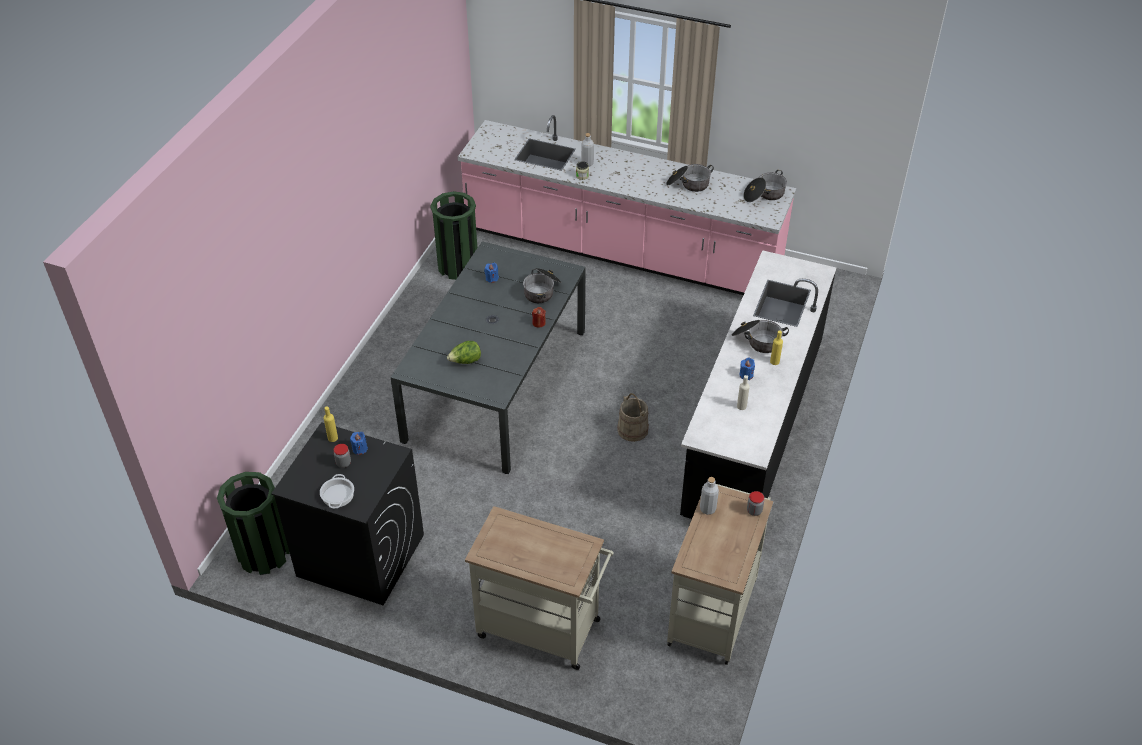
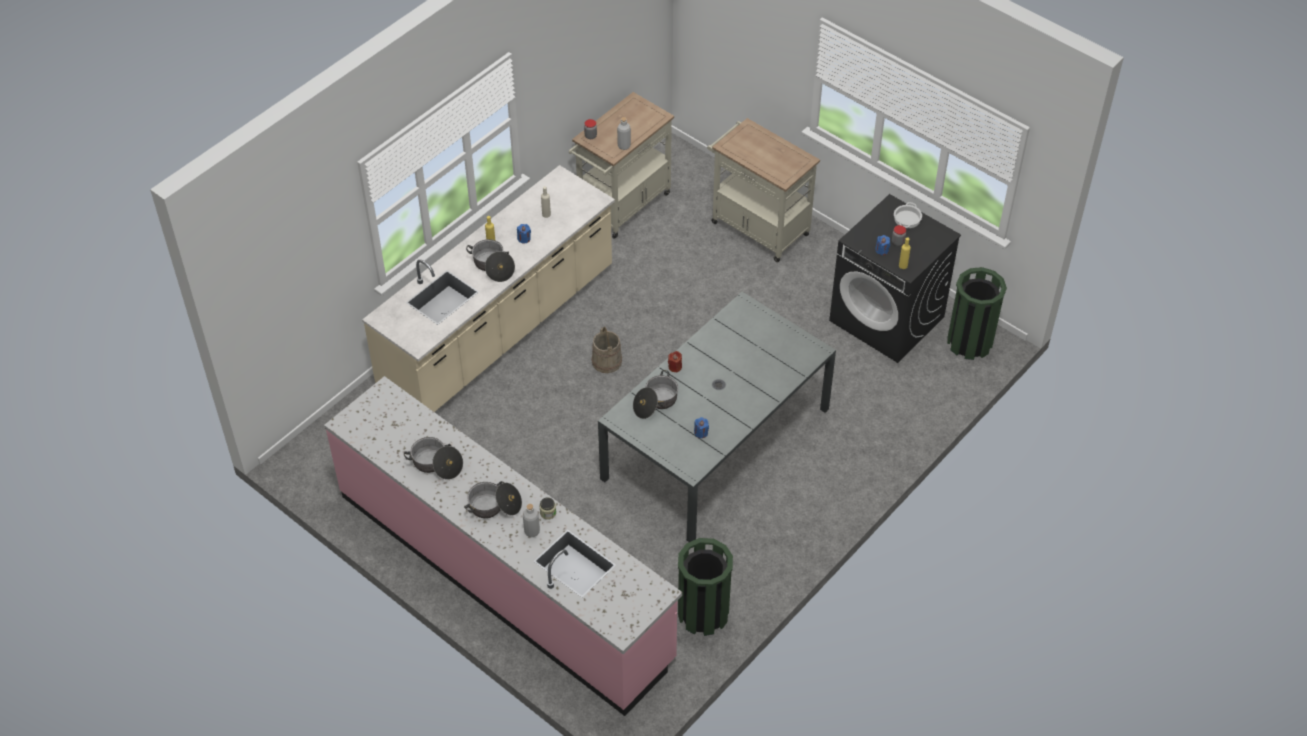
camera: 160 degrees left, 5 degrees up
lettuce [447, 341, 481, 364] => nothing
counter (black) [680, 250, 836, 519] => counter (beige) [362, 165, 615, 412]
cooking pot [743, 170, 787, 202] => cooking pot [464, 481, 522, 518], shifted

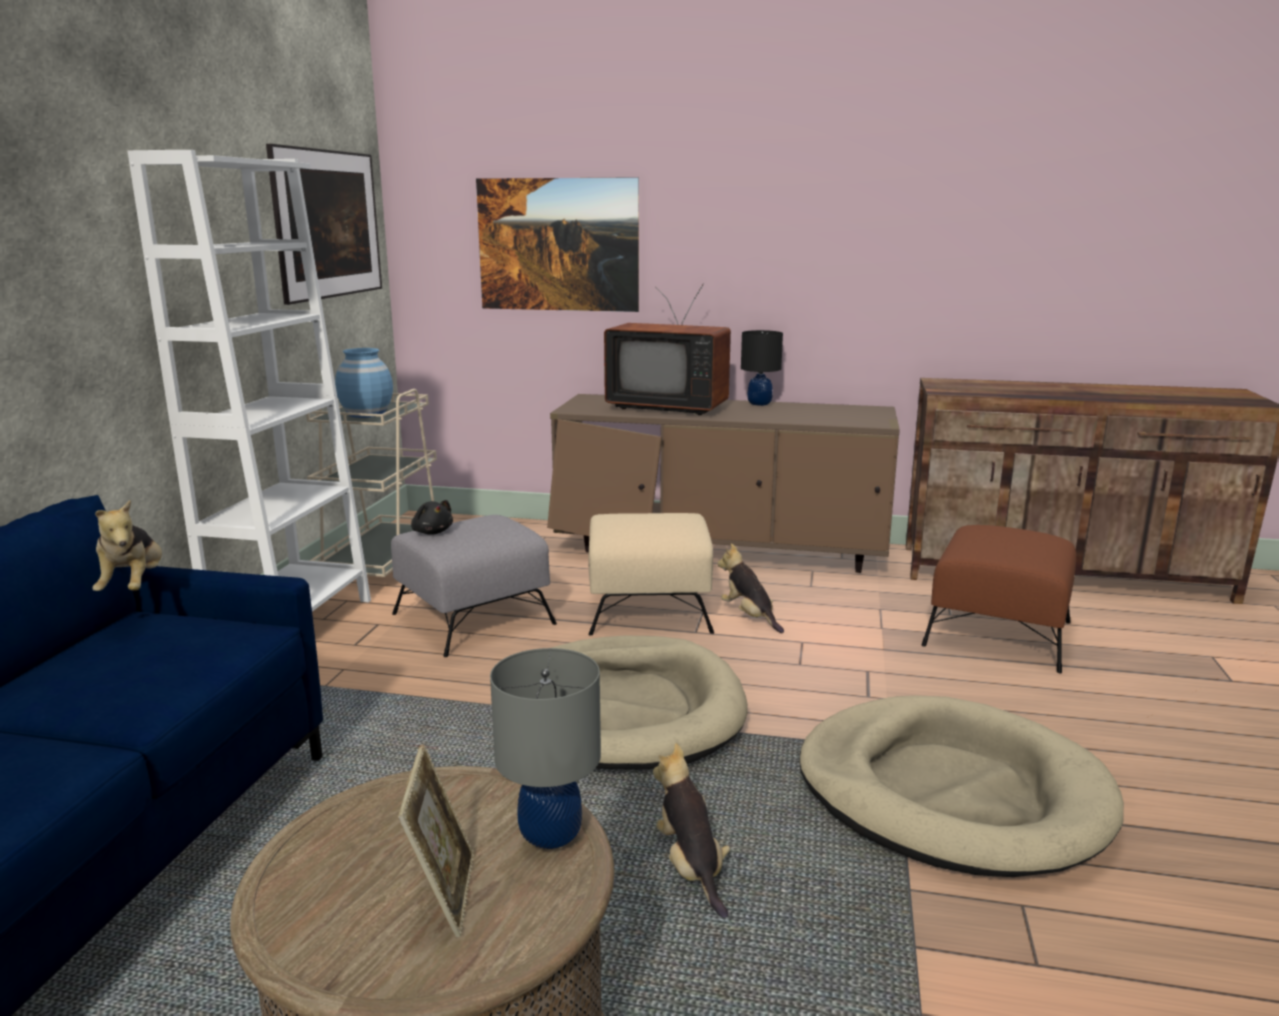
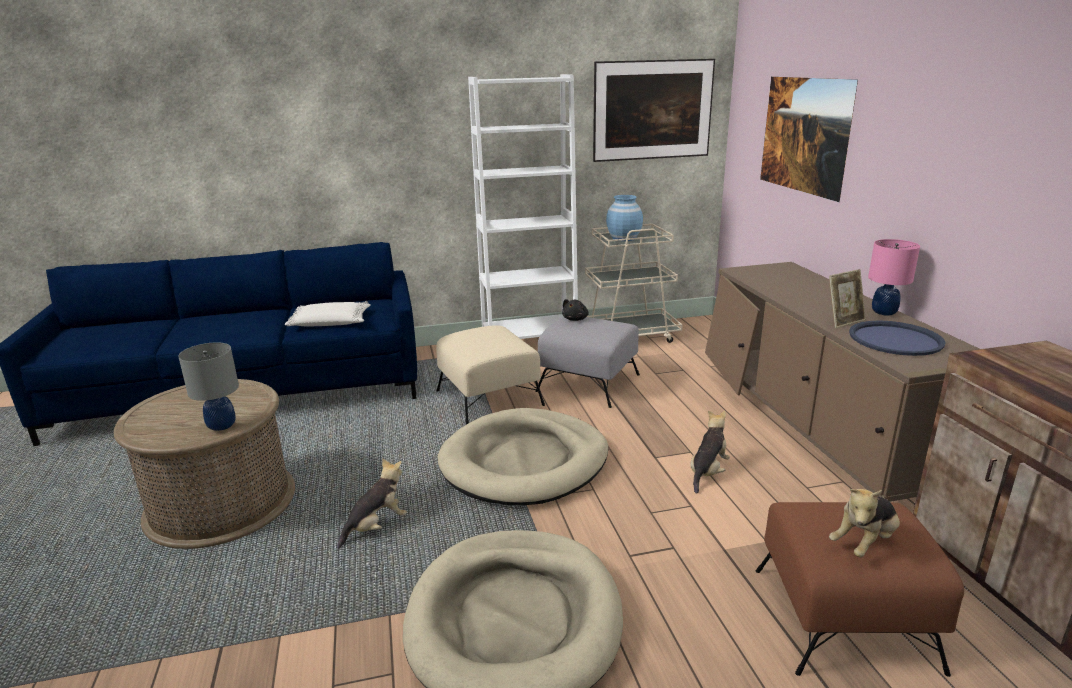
camera: 65 degrees right, 5 degrees up
plush toy [93, 500, 162, 591] => plush toy [829, 489, 900, 558], shifted
picture frame [398, 744, 474, 938] => picture frame [829, 269, 866, 328], shifted
ottoman (beige) [588, 513, 714, 636] => ottoman (beige) [436, 325, 545, 425], shifted
television [604, 283, 731, 415] => nothing
table lamp (black) [741, 330, 783, 406] => table lamp (pink) [868, 239, 920, 316]
nothing => pillow (white) [285, 301, 371, 326]
nothing => tray (blue) [849, 320, 946, 356]

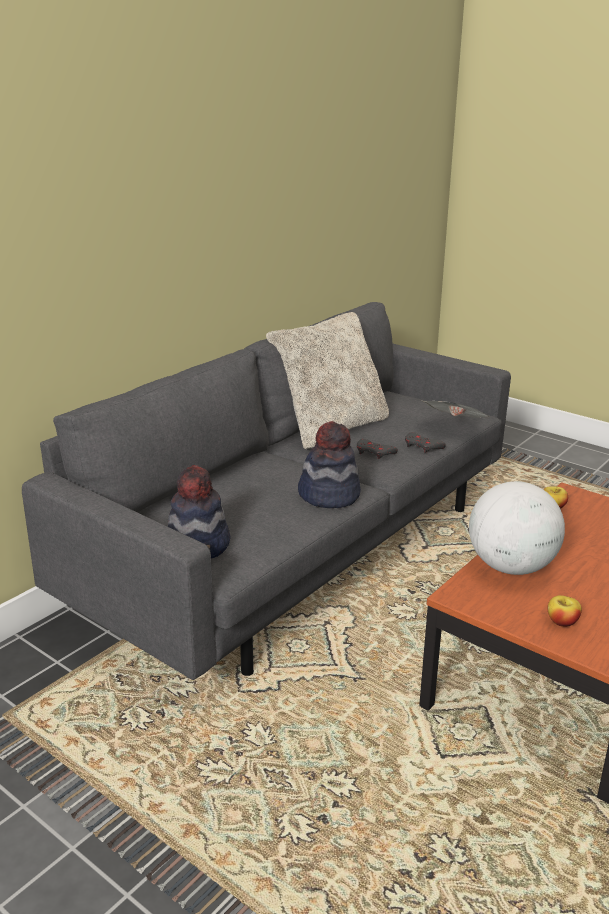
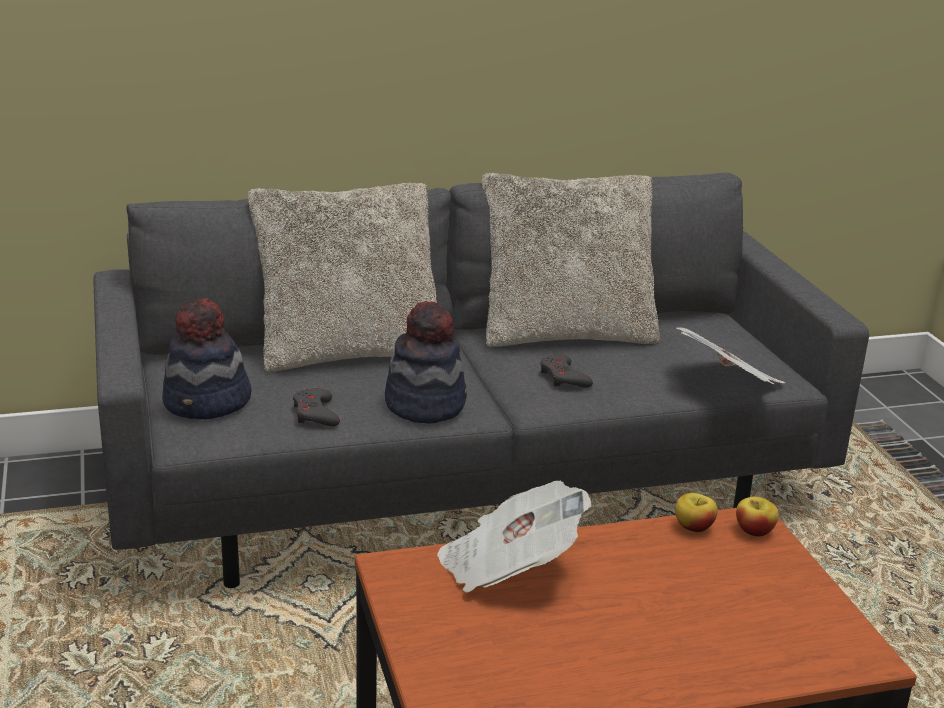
camera: 35 degrees right, 0 degrees up
game controller (grey) [405, 432, 446, 453] => game controller (grey) [293, 388, 340, 427], shifted
globe [469, 481, 565, 575] => newspaper [437, 480, 592, 593]
apple [548, 595, 582, 627] => apple [736, 497, 779, 537], shifted
nothing => pillow (beige) [248, 183, 437, 372]

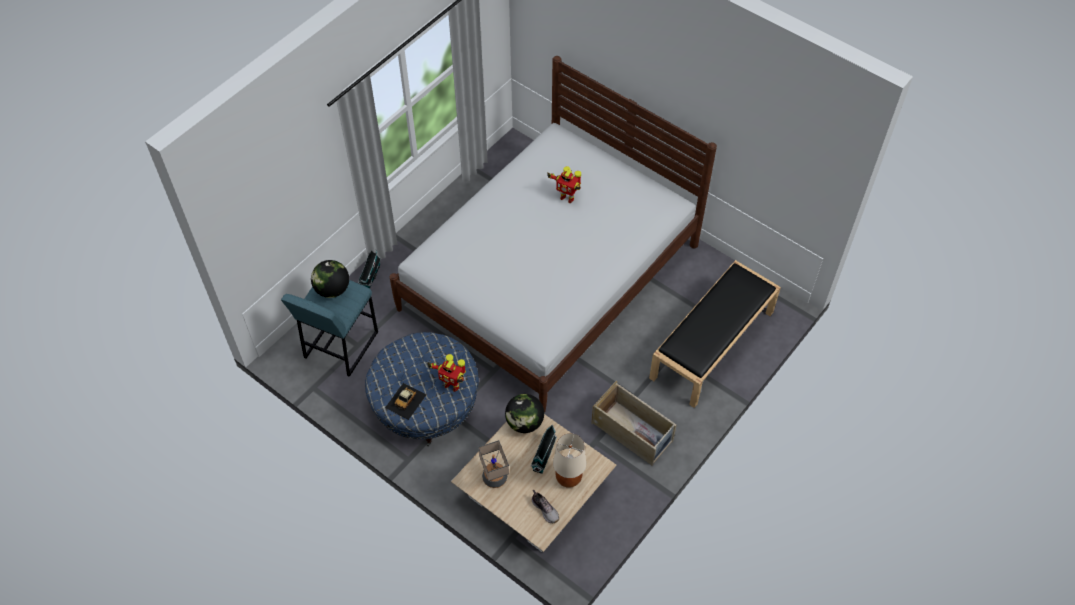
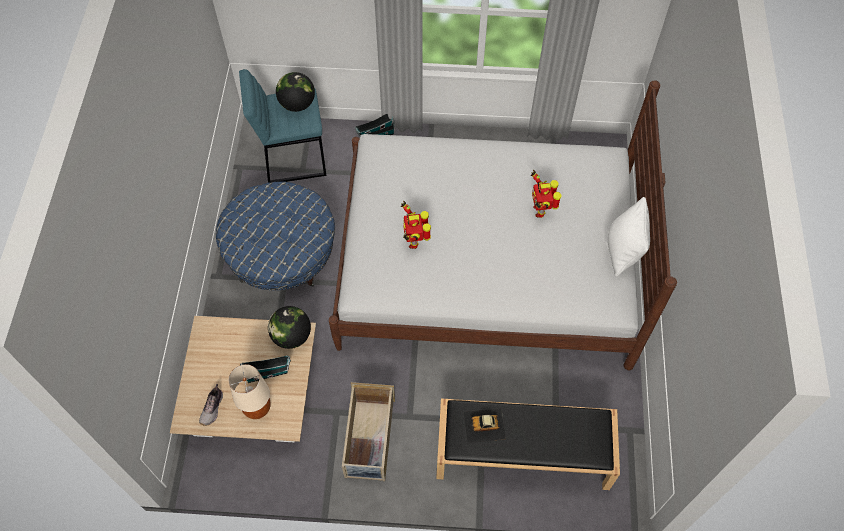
camera: 55 degrees right, 5 degrees up
toy car [385, 383, 426, 420] => toy car [464, 409, 506, 443], shifted
toy robot [427, 354, 466, 392] => toy robot [401, 201, 431, 249], shifted
table lamp [478, 440, 509, 488] => nothing
nothing => pillow (white) [608, 197, 650, 277]

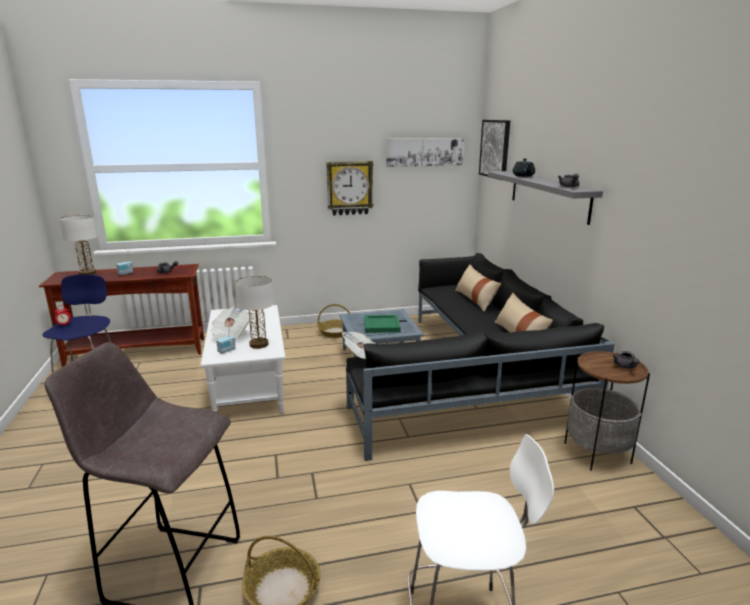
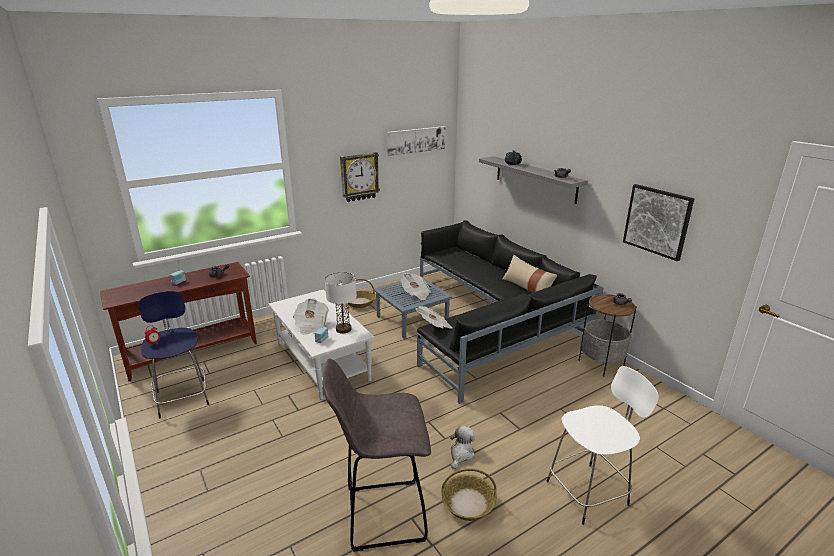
camera: 20 degrees left, 5 degrees up
table lamp [59, 215, 97, 275] => nothing
tray (green) [364, 315, 401, 333] => newspaper [400, 273, 431, 300]
pillow (beige) [455, 265, 502, 312] => nothing
picture [479, 120, 510, 180] => picture [623, 184, 694, 261], shifted
nothing => plush toy [450, 426, 475, 469]

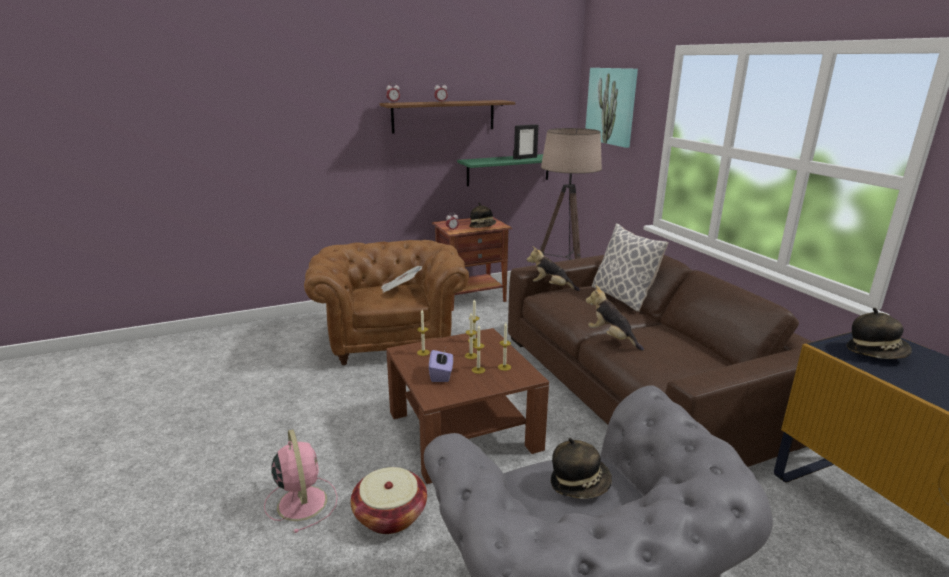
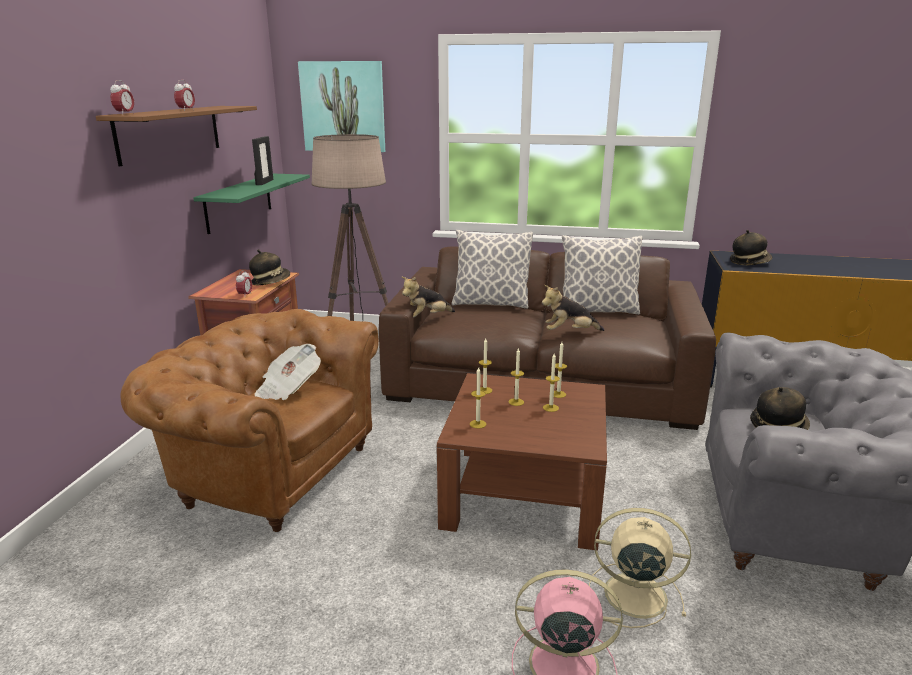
camera: 55 degrees left, 0 degrees up
basket [351, 467, 427, 534] => fan (beige) [589, 508, 691, 628]
tissue box (purple) [429, 350, 453, 382] => nothing
nothing => pillow [562, 235, 642, 315]

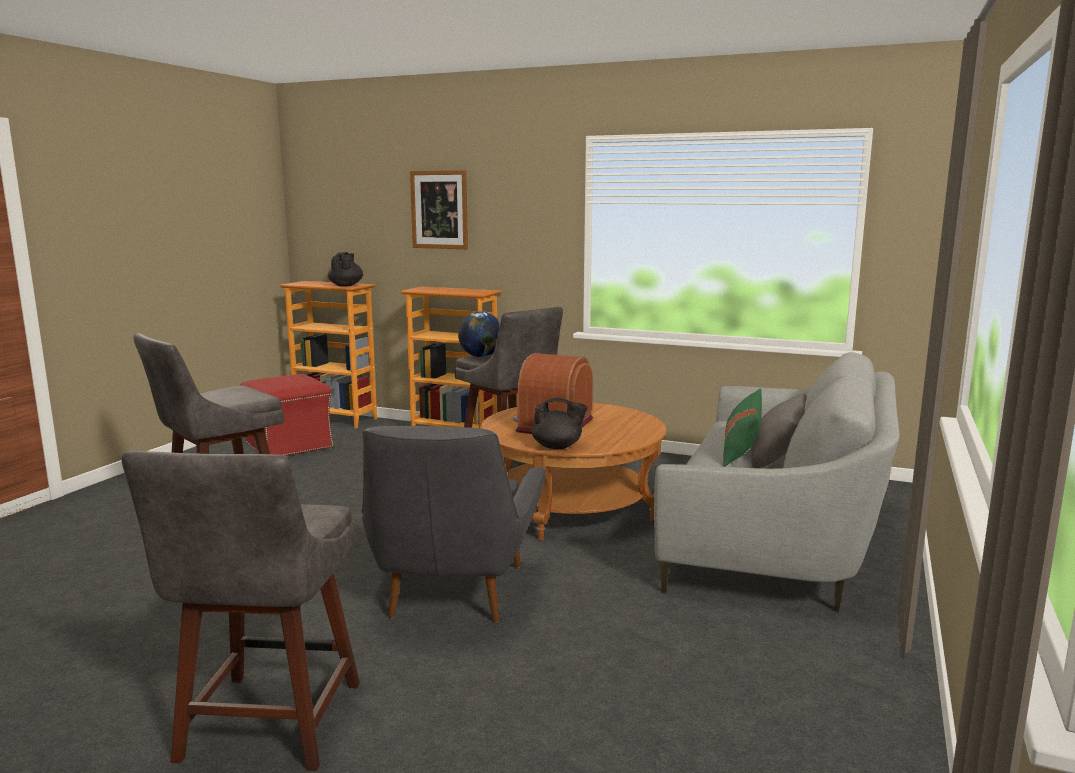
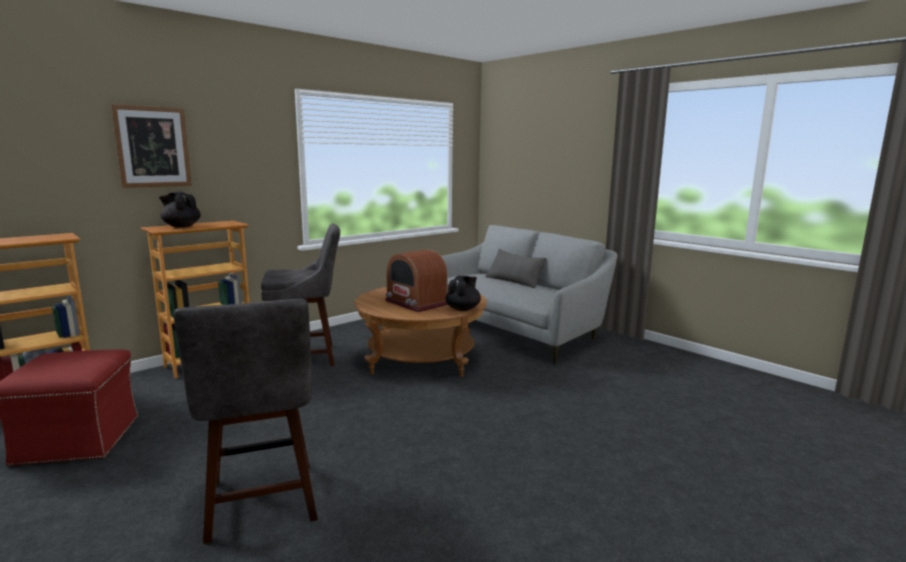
camera: 65 degrees left, 0 degrees up
stool (grey) [121, 451, 360, 771] => nothing
teapot (black) [328, 252, 363, 287] => teapot (black) [159, 192, 201, 228], shifted
armchair (grey) [362, 426, 546, 623] => nothing
globe [458, 311, 500, 357] => nothing
pillow (green) [723, 388, 762, 467] => nothing

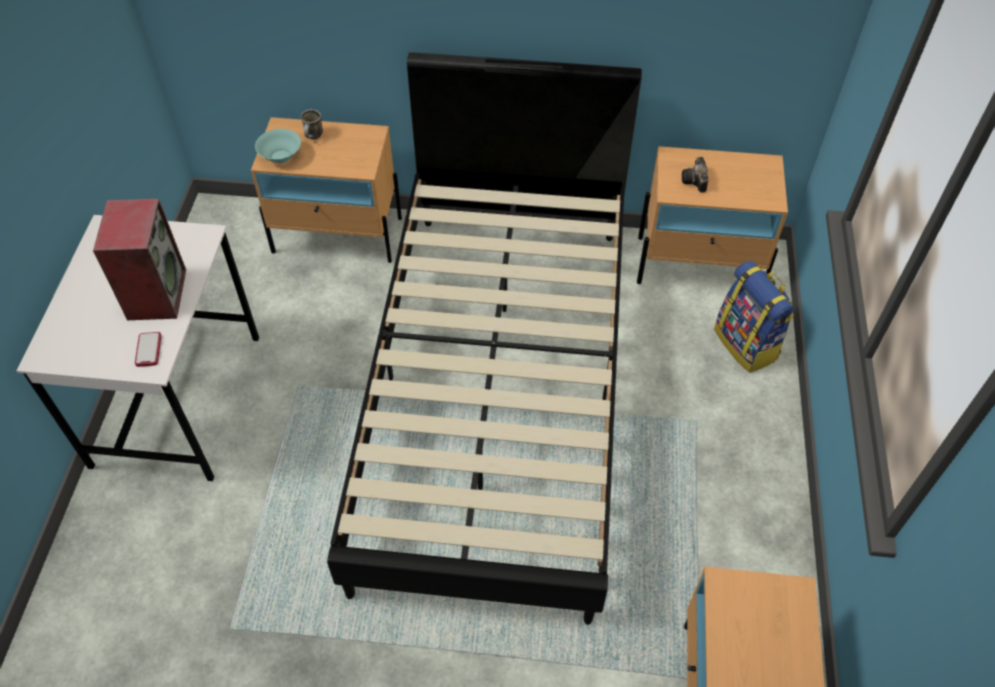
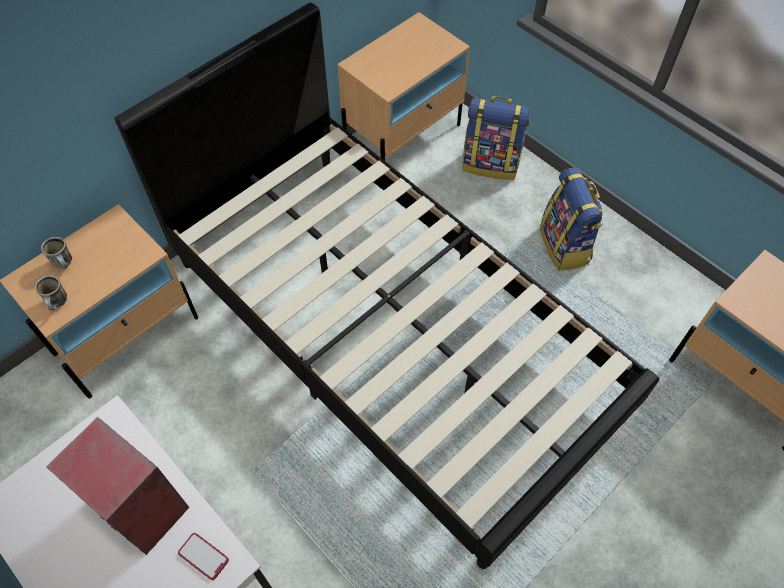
camera: 50 degrees left, 5 degrees up
bowl (turquoise) [255, 129, 301, 163] => mug [35, 276, 67, 310]
photo camera [682, 157, 708, 192] => nothing
nothing => backpack [540, 167, 603, 271]

